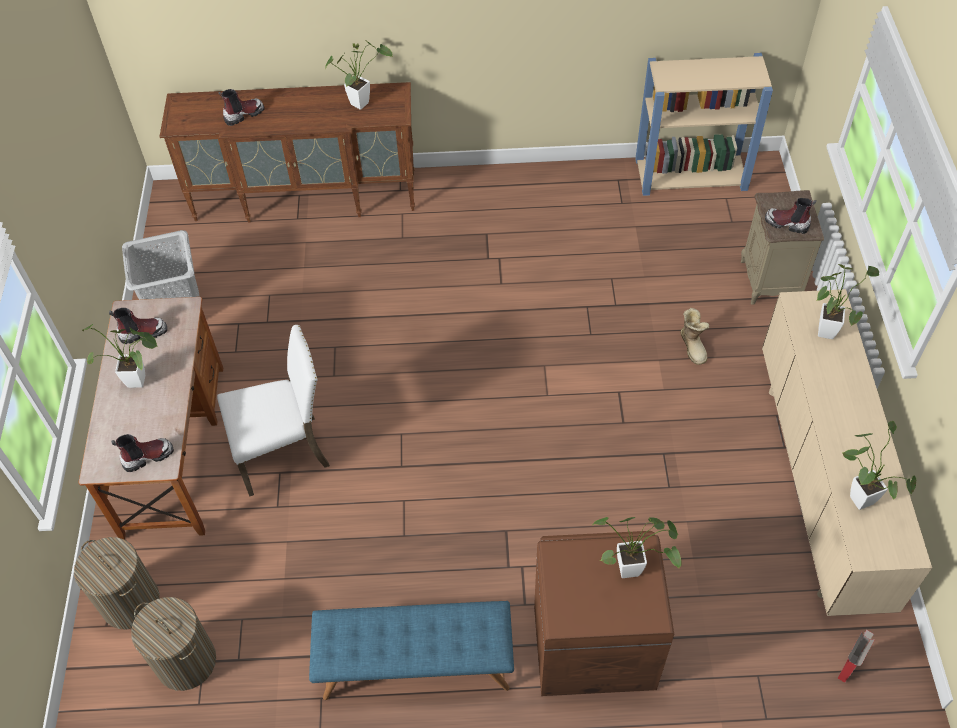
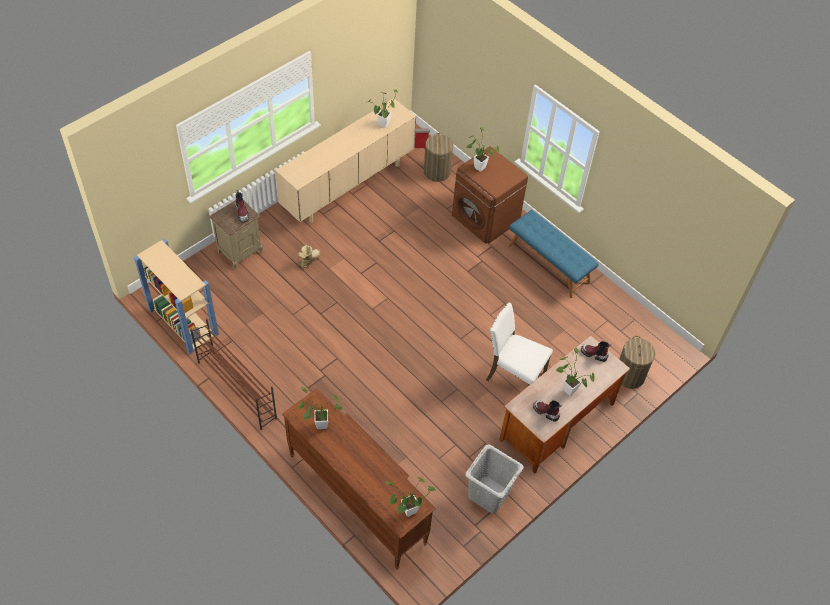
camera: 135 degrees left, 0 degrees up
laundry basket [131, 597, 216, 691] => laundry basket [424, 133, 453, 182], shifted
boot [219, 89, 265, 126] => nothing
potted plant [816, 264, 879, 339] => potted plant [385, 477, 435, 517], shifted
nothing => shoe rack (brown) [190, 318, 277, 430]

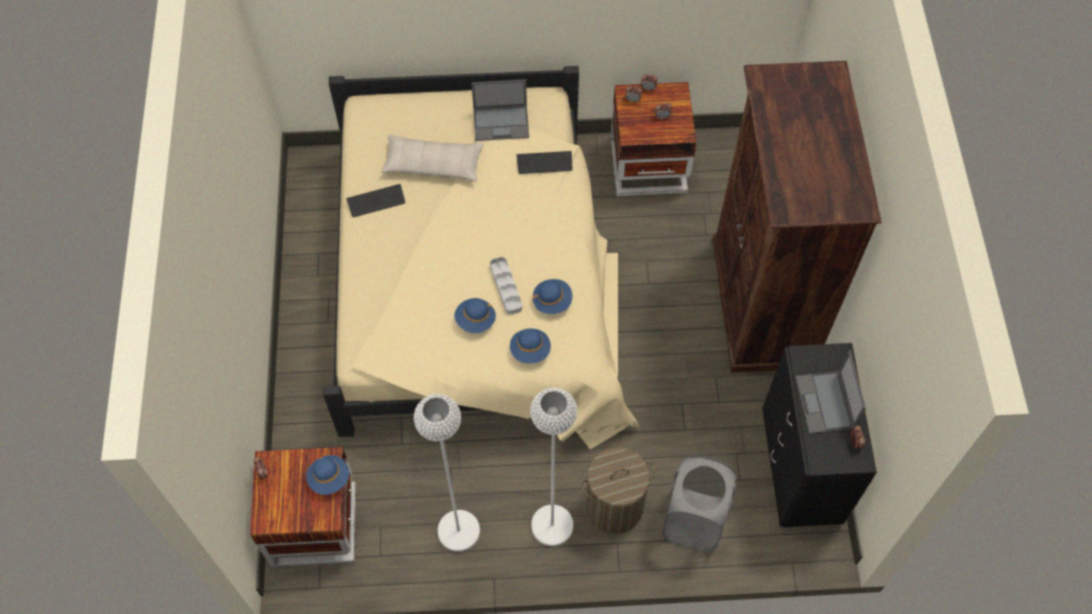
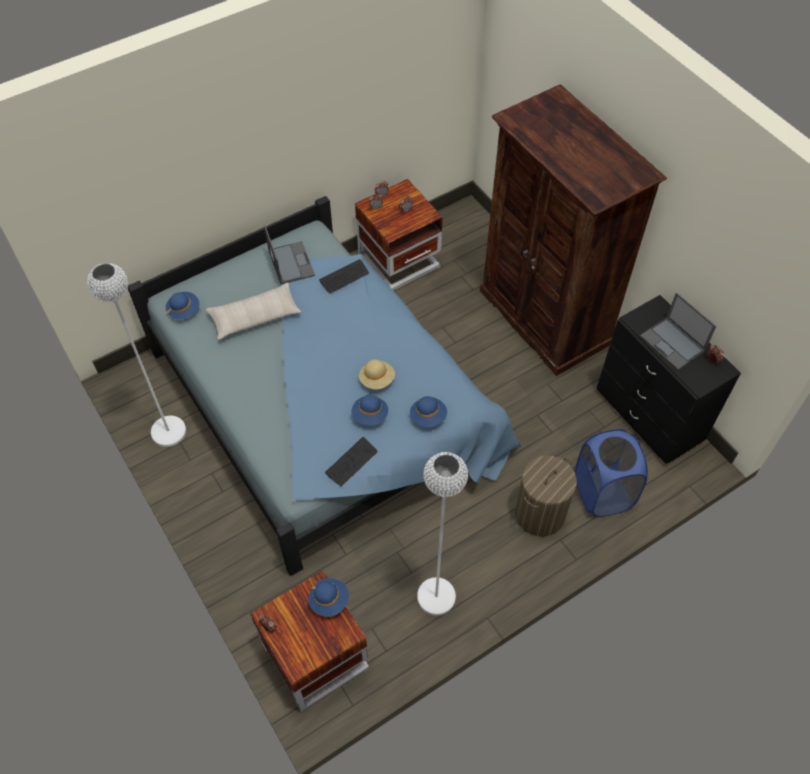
camera: 30 degrees left, 5 degrees down
bed (beige) [323, 66, 639, 449] => bed (blue) [128, 196, 521, 576]
keyboard [346, 184, 405, 217] => keyboard [325, 437, 378, 486], shifted
laptop [471, 79, 529, 141] => laptop [264, 225, 315, 285], 75 degrees counterclockwise
tray (grey) [490, 257, 522, 315] => hat (beige) [359, 359, 395, 389]
floor lamp (white) [530, 388, 577, 546] => floor lamp (white) [87, 263, 186, 447], shifted
hat (blue) [532, 279, 572, 314] => hat (blue) [166, 292, 199, 320], shifted
laundry basket (grey) [662, 455, 737, 552] => laundry basket (blue) [575, 429, 648, 517]

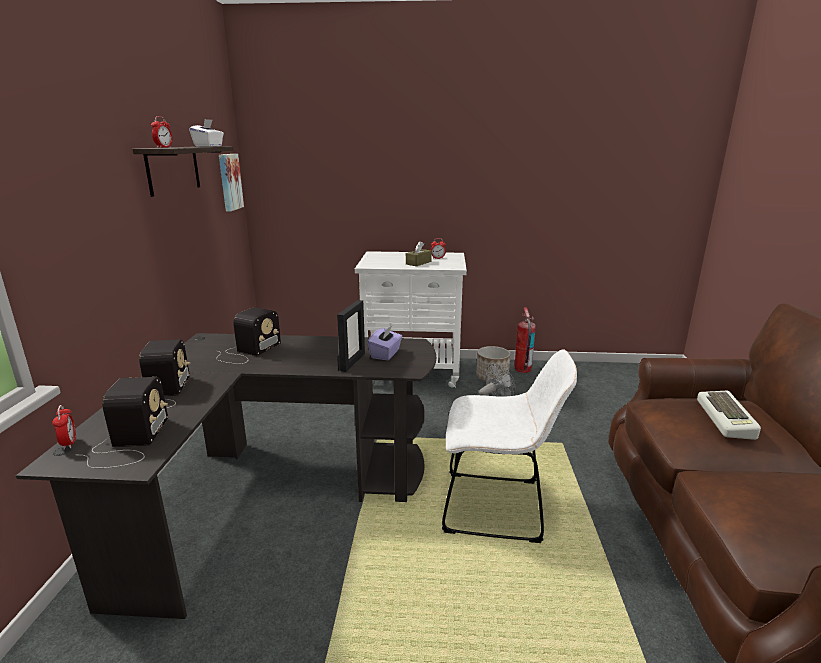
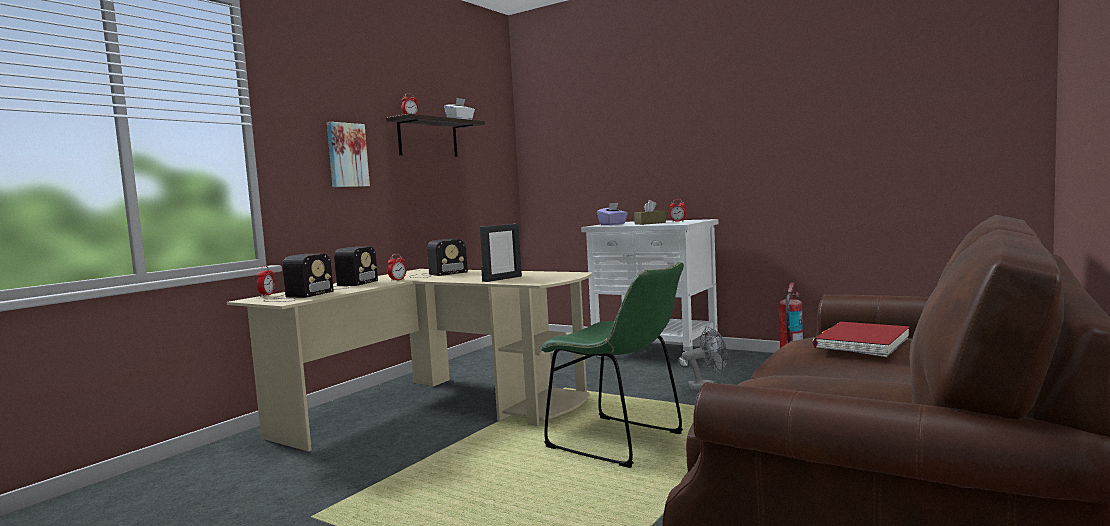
camera: 30 degrees right, 15 degrees down
desk (black) [16, 333, 436, 619] => desk (beige) [227, 269, 592, 452]
picture [219, 154, 244, 211] => picture [327, 122, 370, 187], shifted
tissue box (purple) [368, 326, 402, 360] => tissue box (purple) [597, 203, 628, 225], shifted
chair (white) [442, 349, 577, 543] => chair (green) [541, 262, 684, 468]
planter [476, 346, 510, 382] => nothing
keyboard [697, 391, 761, 440] => book (red) [813, 322, 910, 357]
nothing => alarm clock [388, 254, 406, 281]

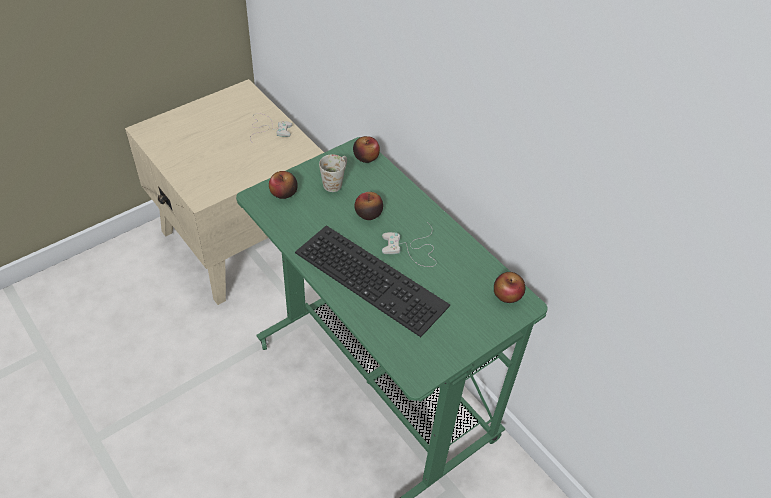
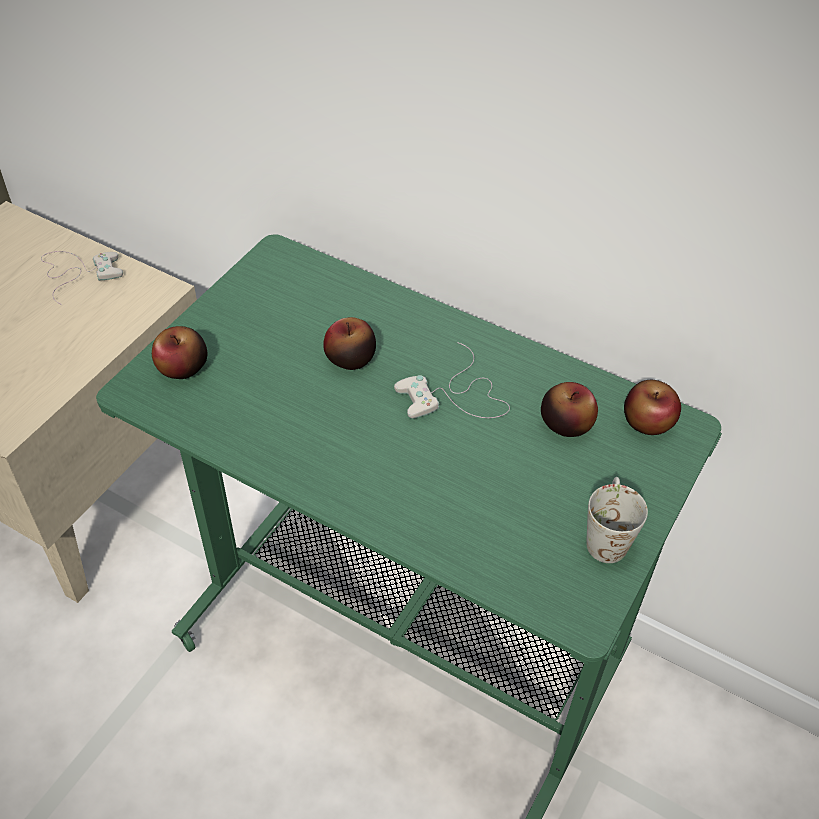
camera: 20 degrees left, 0 degrees up
keyboard [295, 225, 450, 337] => nothing
mug (white) [319, 154, 347, 192] => mug (white) [586, 477, 648, 563], shifted
apple [353, 136, 380, 163] => apple [541, 382, 598, 437], shifted

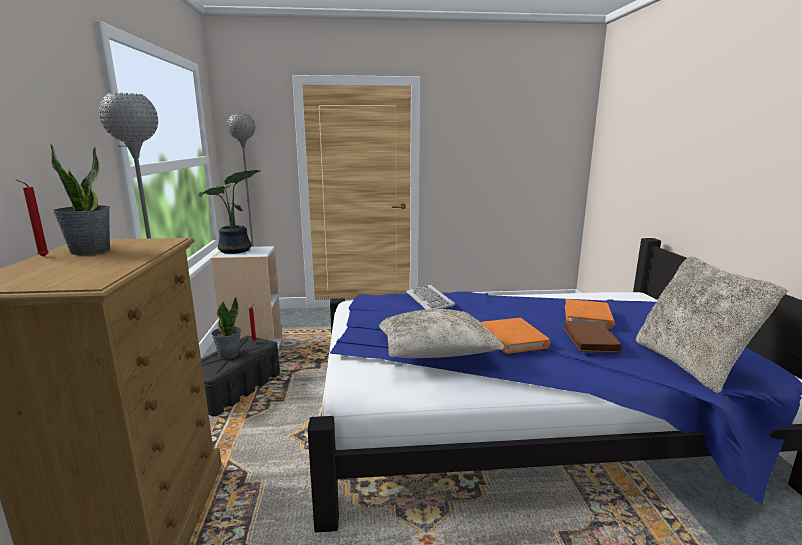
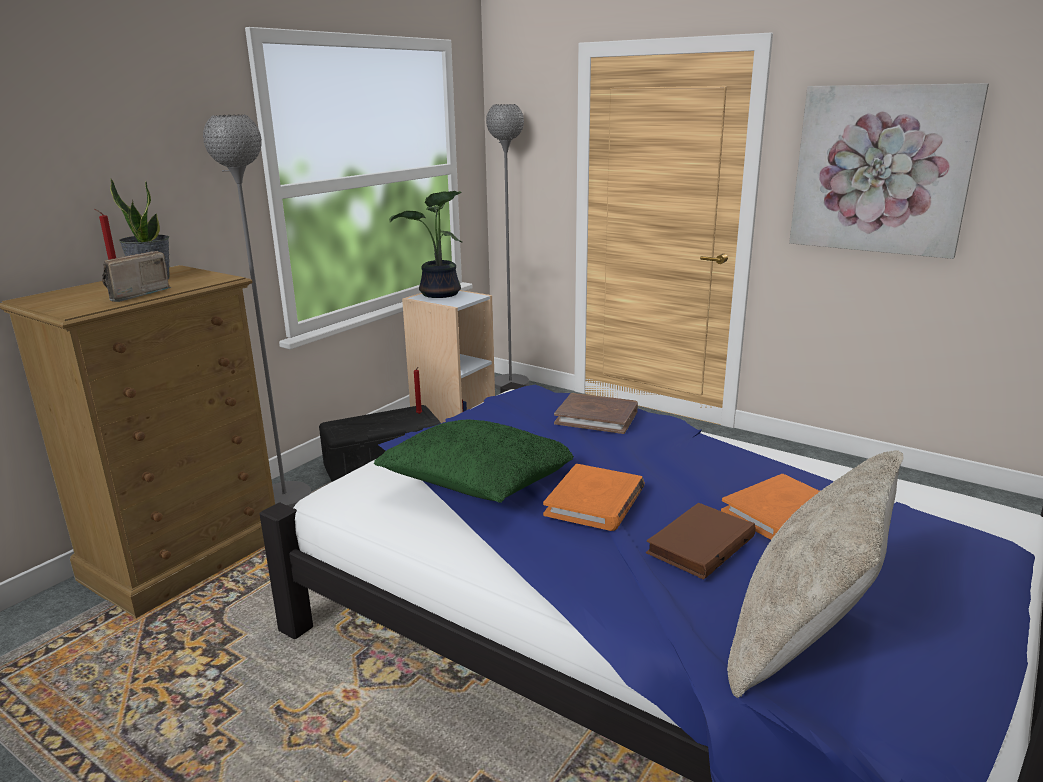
camera: 40 degrees right, 5 degrees up
potted plant [211, 297, 241, 359] => nothing
pillow (beige) [379, 309, 504, 358] => pillow (green) [374, 419, 573, 503]
keyboard [406, 285, 455, 310] => book (brown) [554, 393, 638, 434]
nothing => radio [102, 251, 171, 302]
nothing => picture [789, 83, 989, 259]

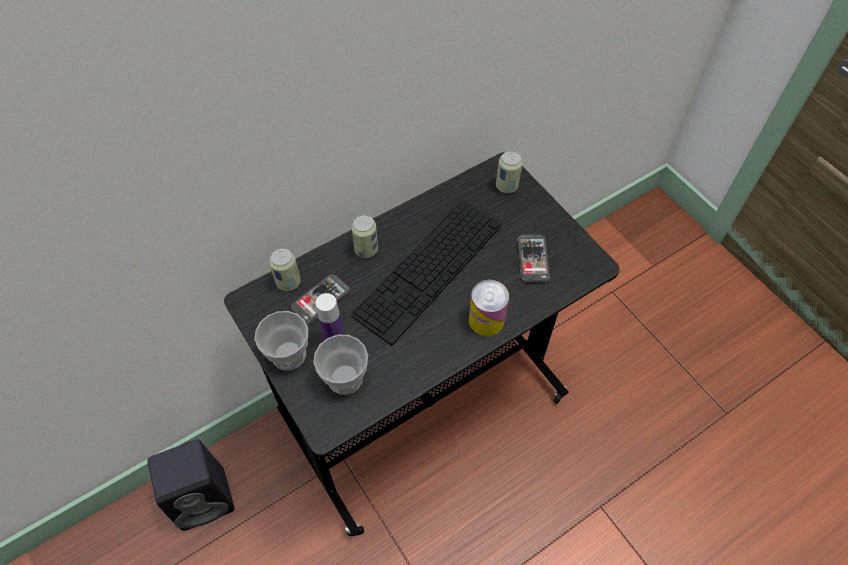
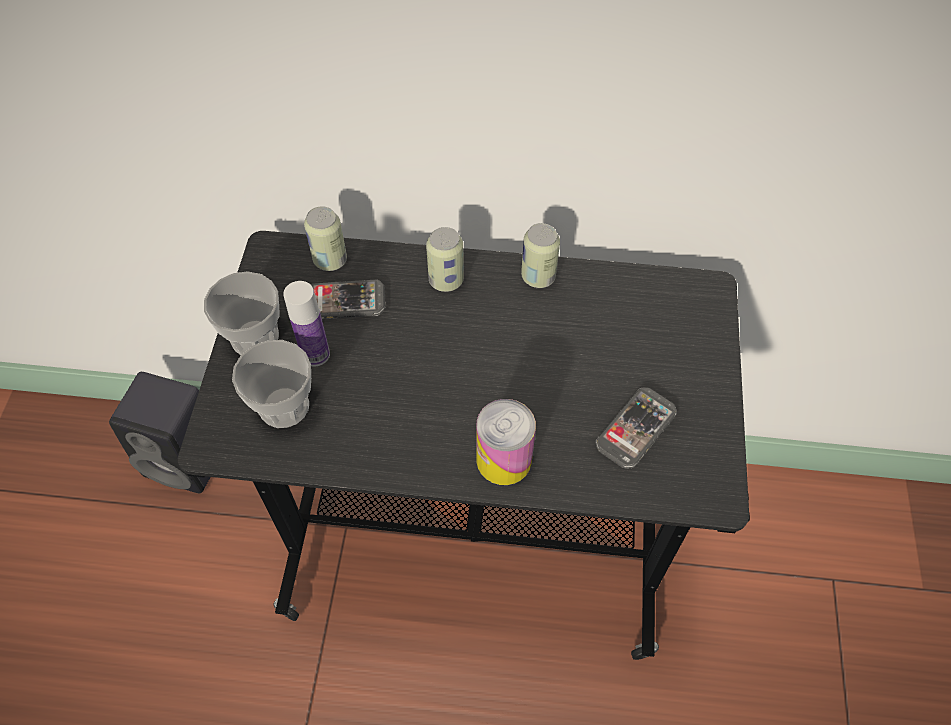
camera: 40 degrees right, 0 degrees up
keyboard [351, 201, 502, 346] => nothing
can [496, 151, 523, 193] => can [521, 223, 560, 288], shifted

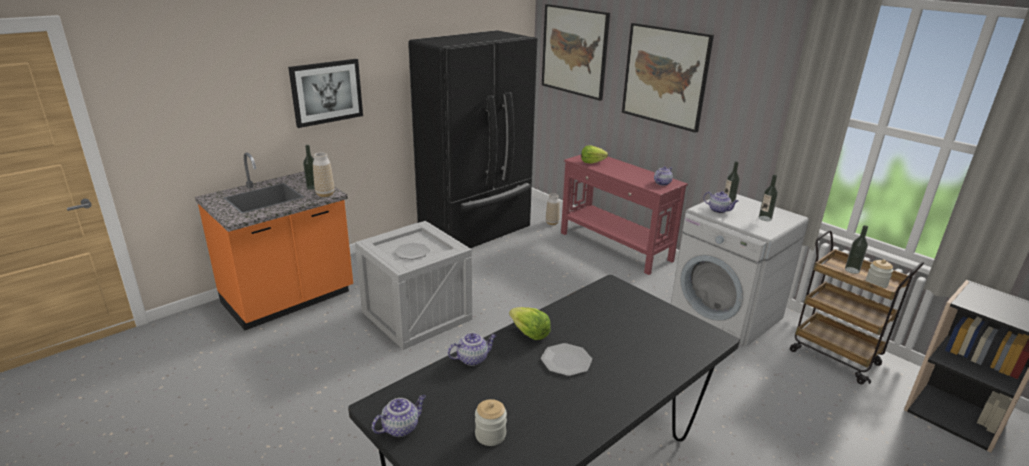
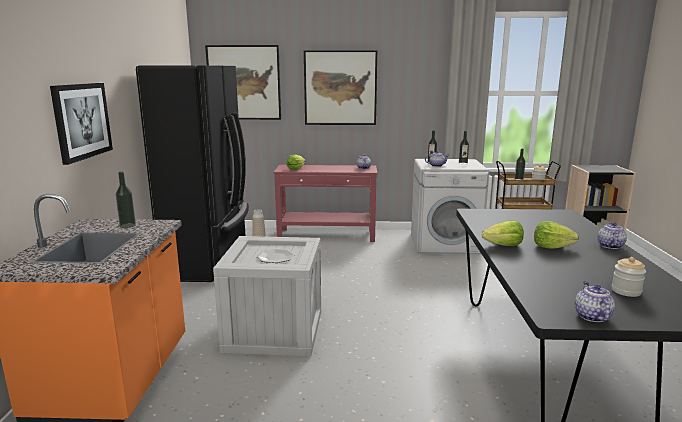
camera: 45 degrees left, 10 degrees down
vase [313, 152, 334, 197] => nothing
teapot [448, 333, 497, 366] => teapot [598, 222, 627, 249], shifted
plate [541, 343, 592, 376] => lettuce [534, 221, 579, 249]

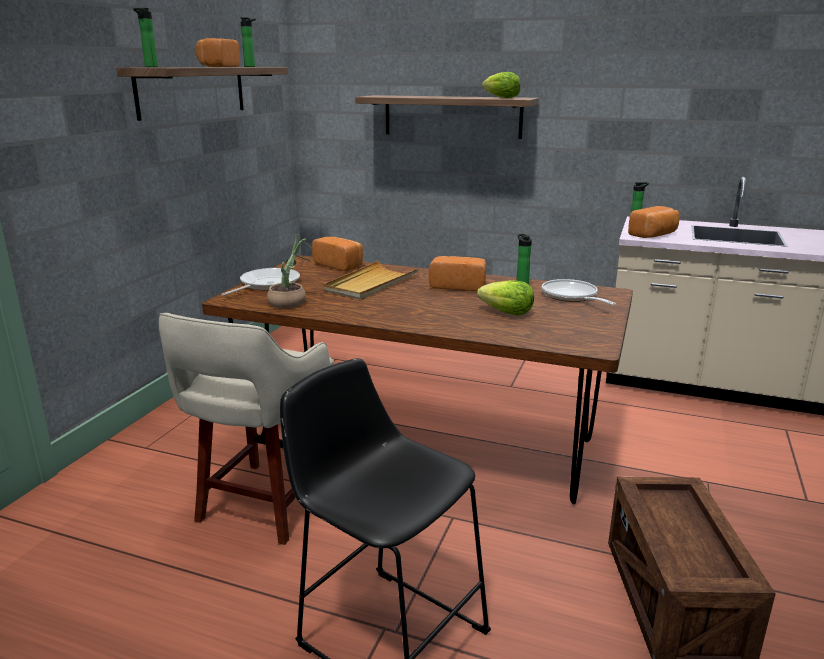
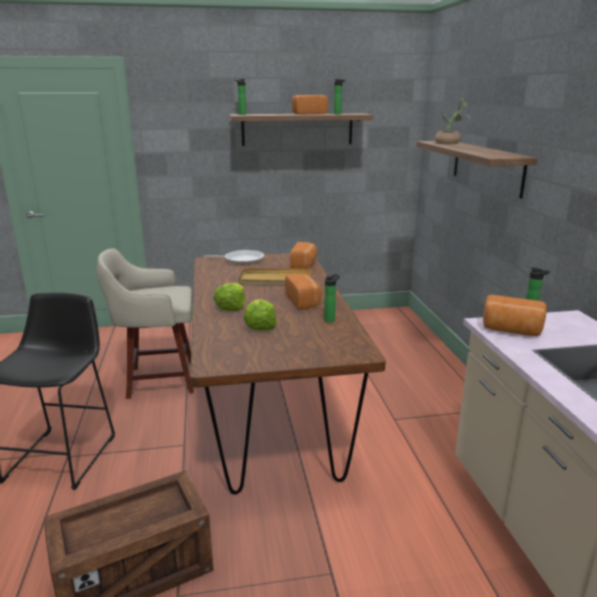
camera: 60 degrees right, 0 degrees up
potted plant [267, 234, 309, 309] => potted plant [435, 97, 471, 144], shifted
lettuce [482, 72, 520, 98] => lettuce [213, 283, 246, 311], shifted
frying pan [542, 279, 616, 305] => nothing

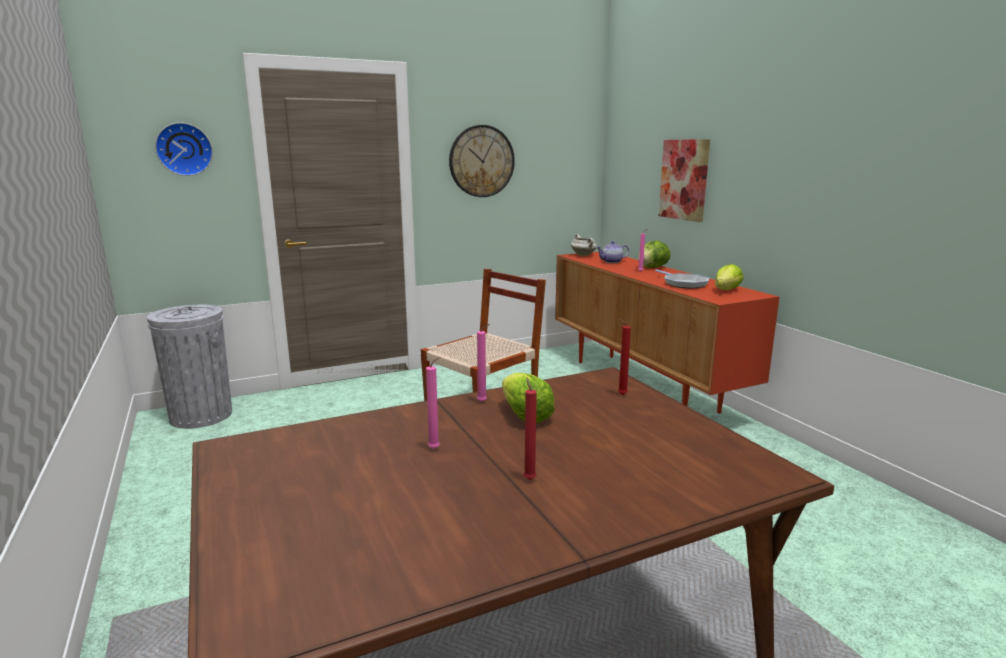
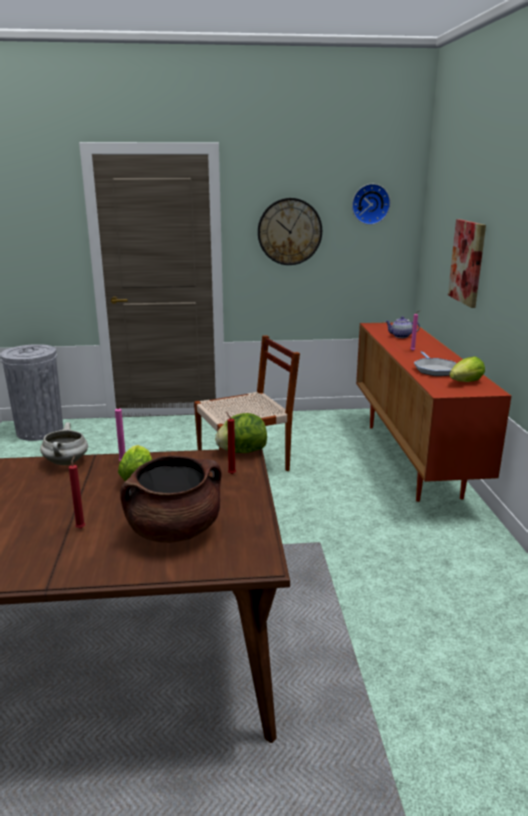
camera: 20 degrees right, 5 degrees up
wall clock [155, 122, 213, 176] => wall clock [352, 184, 390, 225], shifted
candle (pink) [426, 357, 440, 449] => nothing
cooking pot (white) [571, 234, 597, 256] => cooking pot (white) [40, 422, 88, 465], shifted
lettuce [638, 240, 671, 268] => lettuce [215, 413, 267, 453], shifted
nothing => cooking pot (brown) [120, 456, 222, 543]

